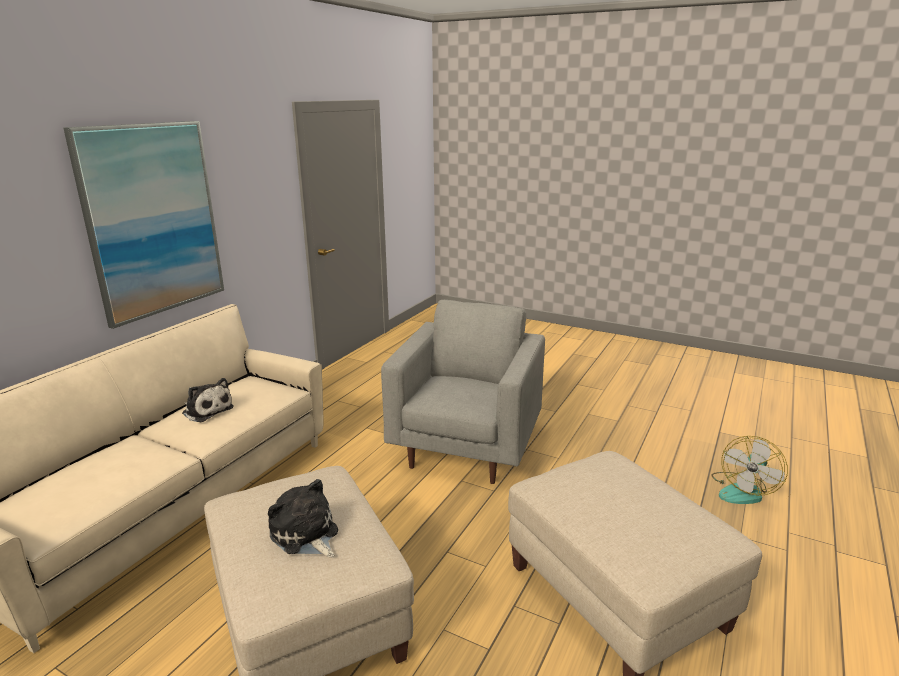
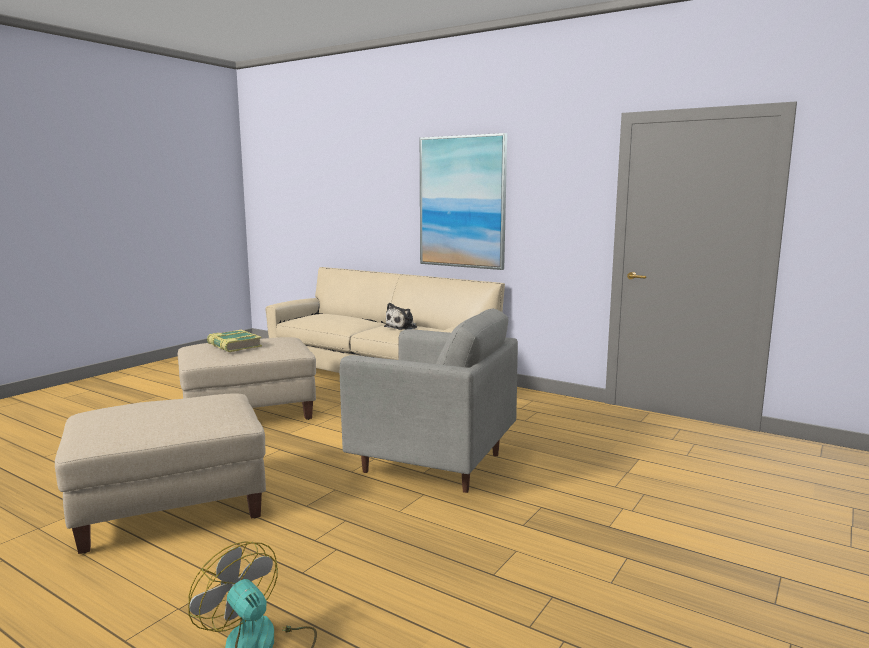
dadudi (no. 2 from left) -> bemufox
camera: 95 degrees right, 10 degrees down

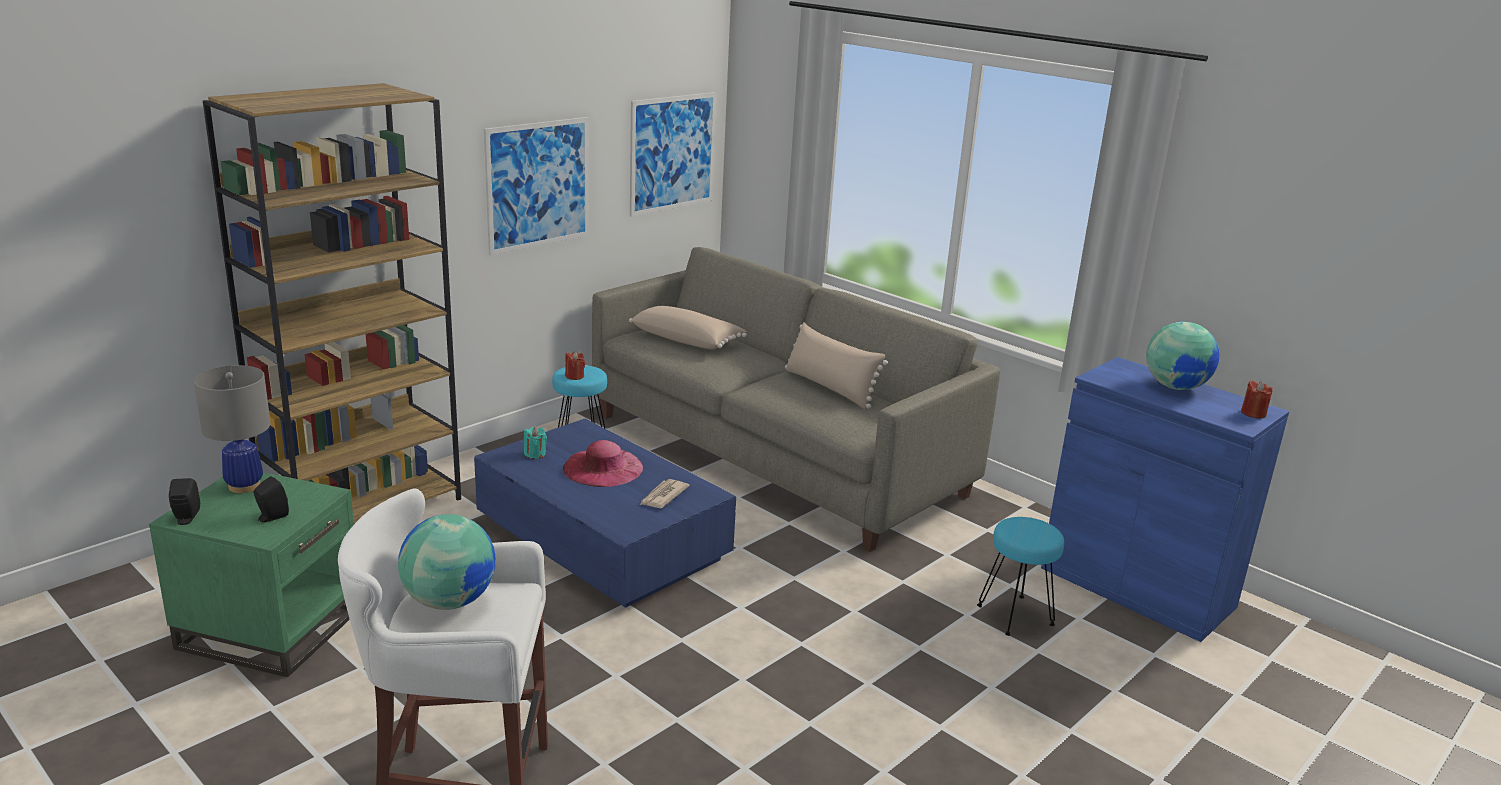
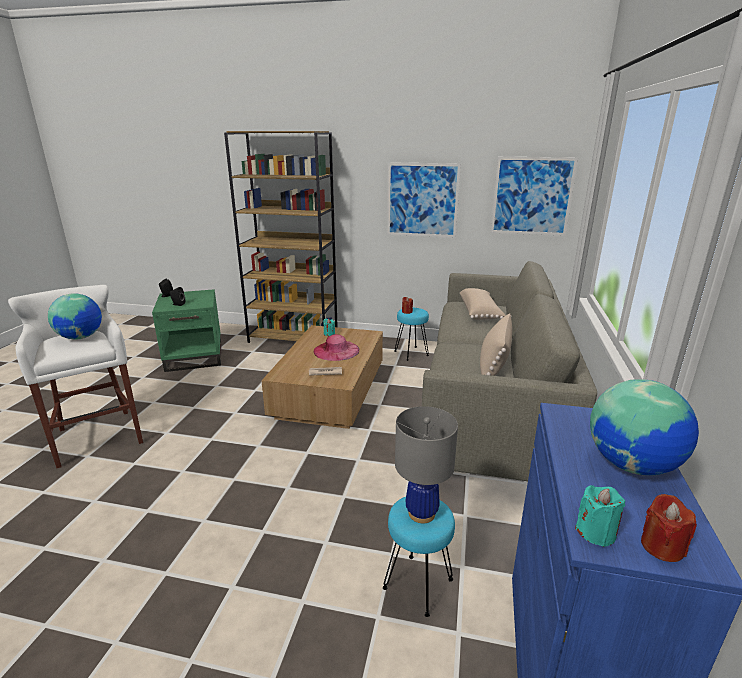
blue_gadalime -> brown_gadalime
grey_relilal, shifted
none -> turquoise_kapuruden (no. 2 from left)
camera: 60 degrees right, 0 degrees up

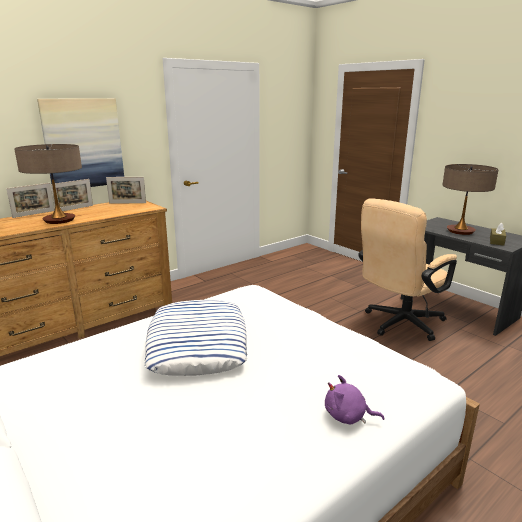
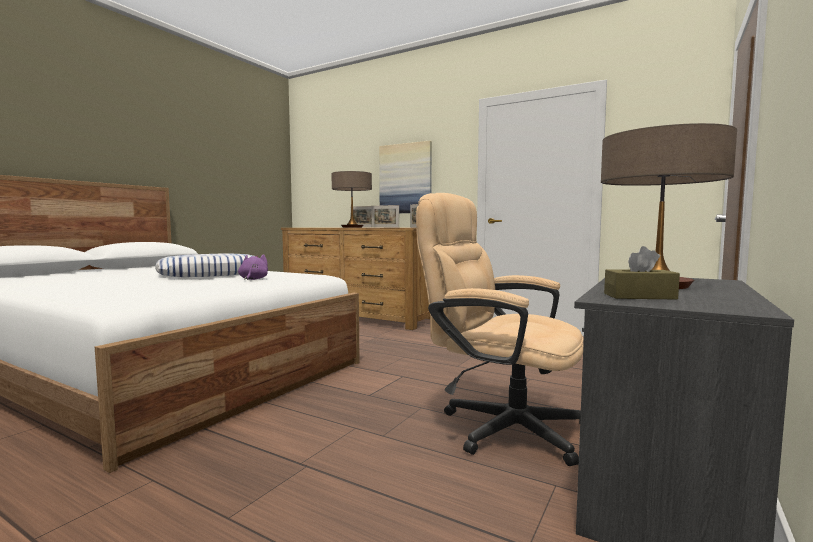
purple_dadudi, shifted
camera: 70 degrees right, 15 degrees down

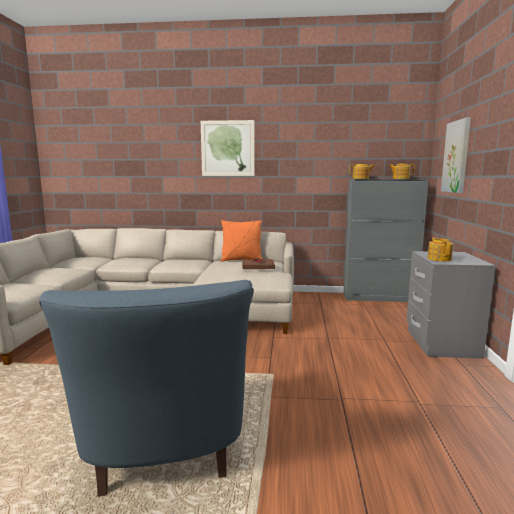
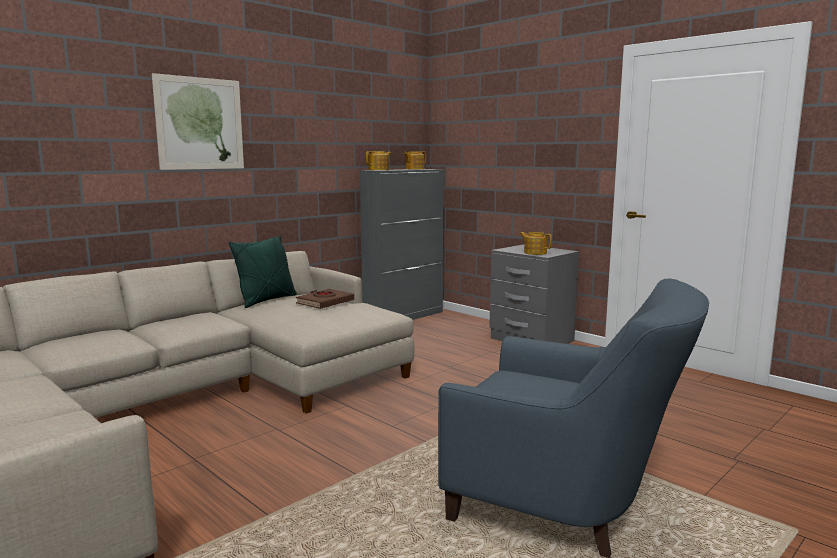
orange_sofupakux -> green_sofupakux
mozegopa (no. 2 from left) -> none
camera: 50 degrees left, 0 degrees up

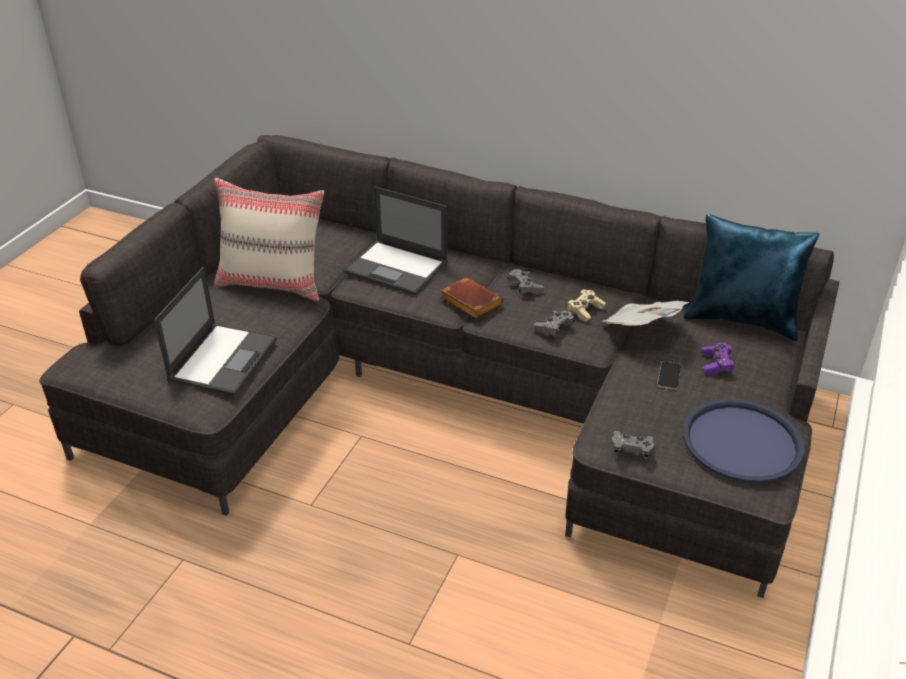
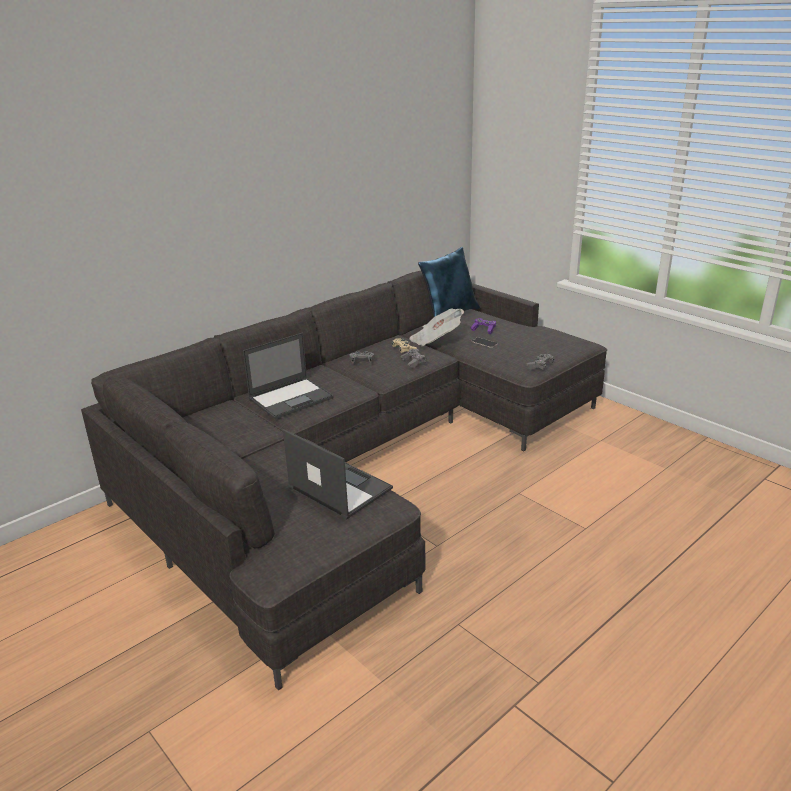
beige_sofupakux -> none
brown_bemufox -> none
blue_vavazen -> none
camera: 65 degrees left, 10 degrees down

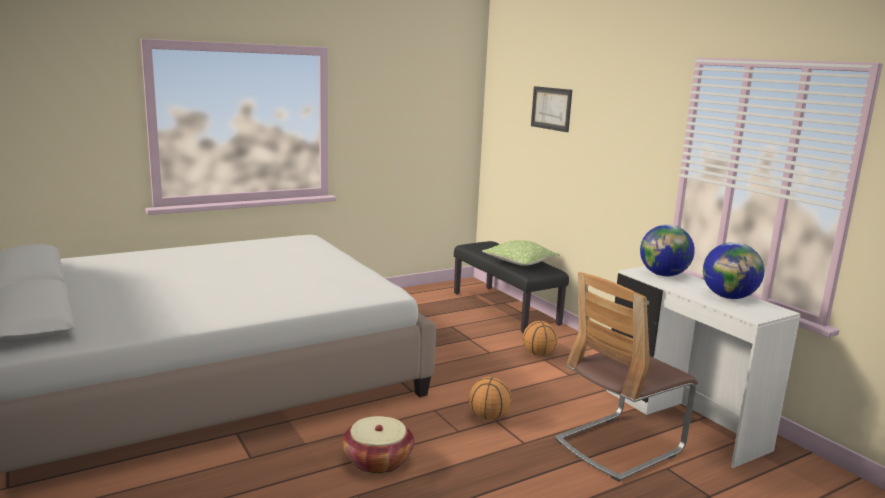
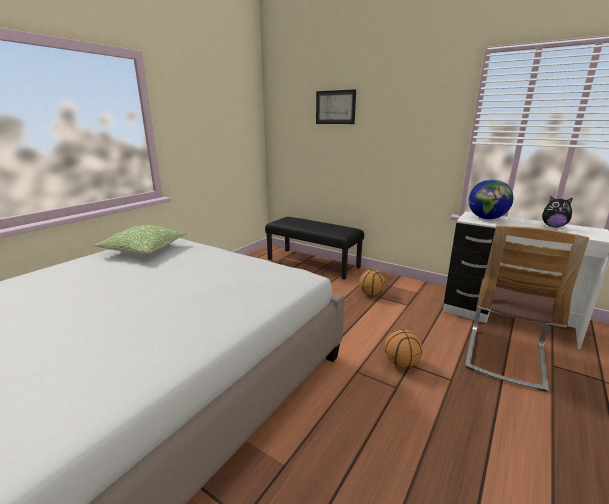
sofupakux, shifted
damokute (no. 2 from left) -> dadudi
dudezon -> none
camera: 25 degrees left, 5 degrees up

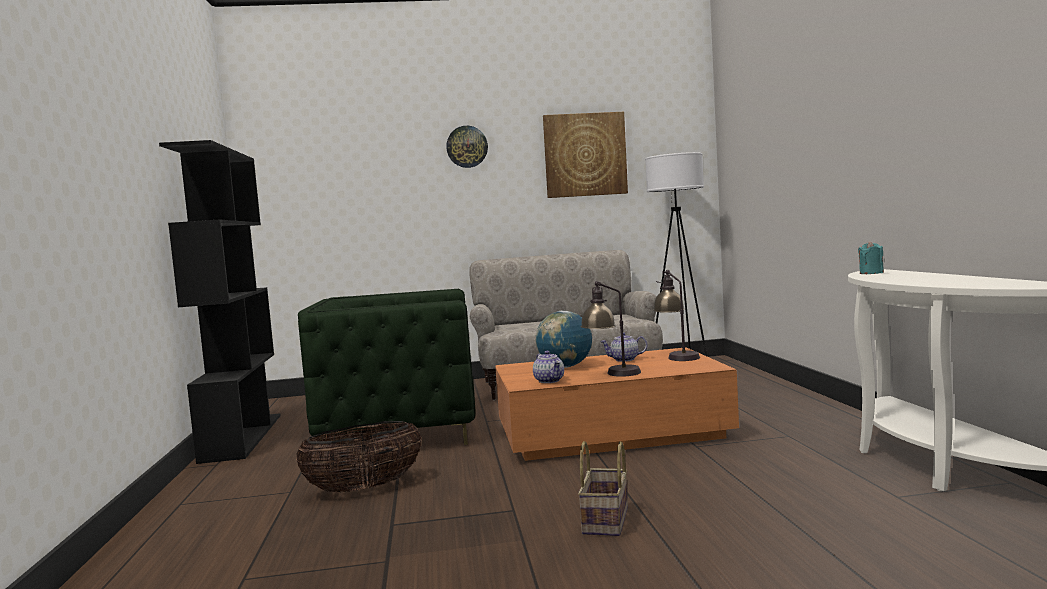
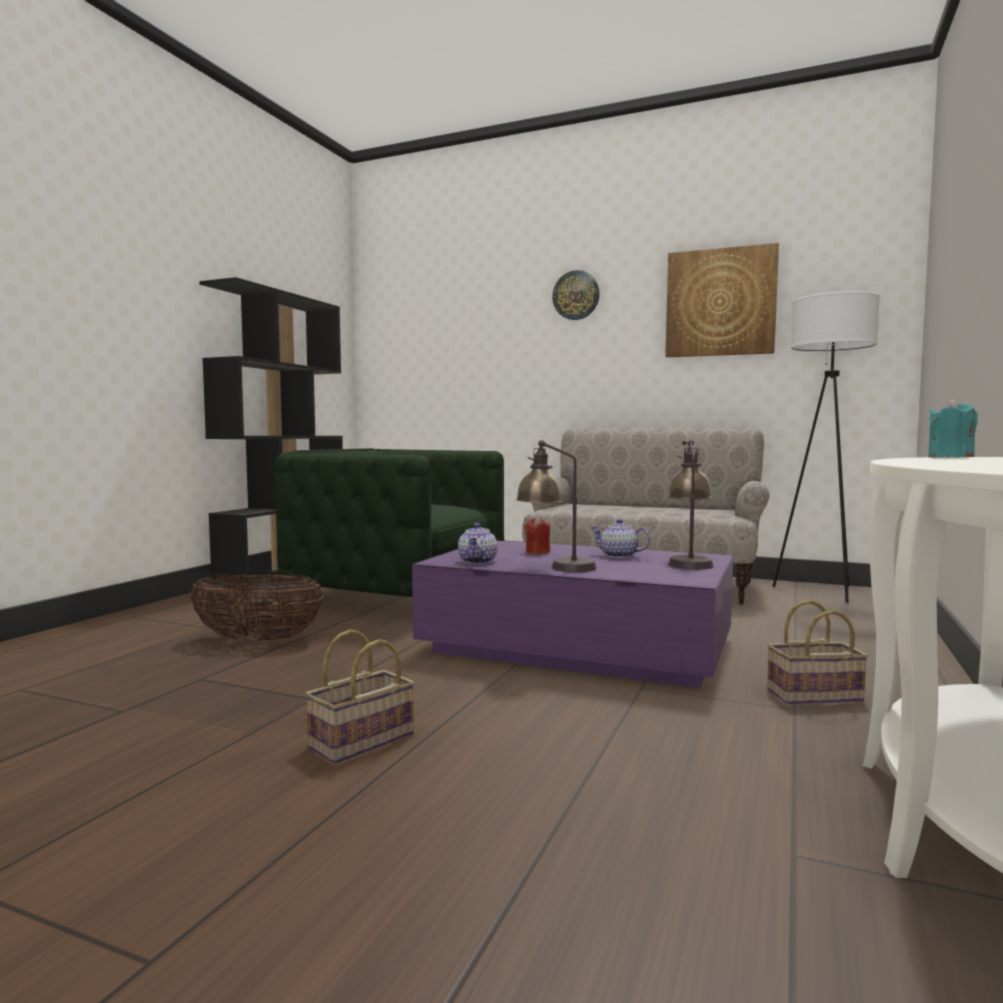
orange_gadalime -> purple_gadalime
damokute -> red_kapuruden
none -> dudezon (no. 3 from left)
camera: 30 degrees right, 0 degrees up

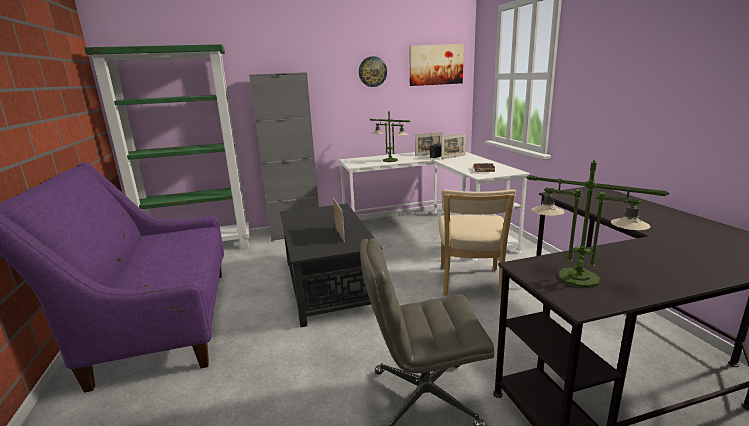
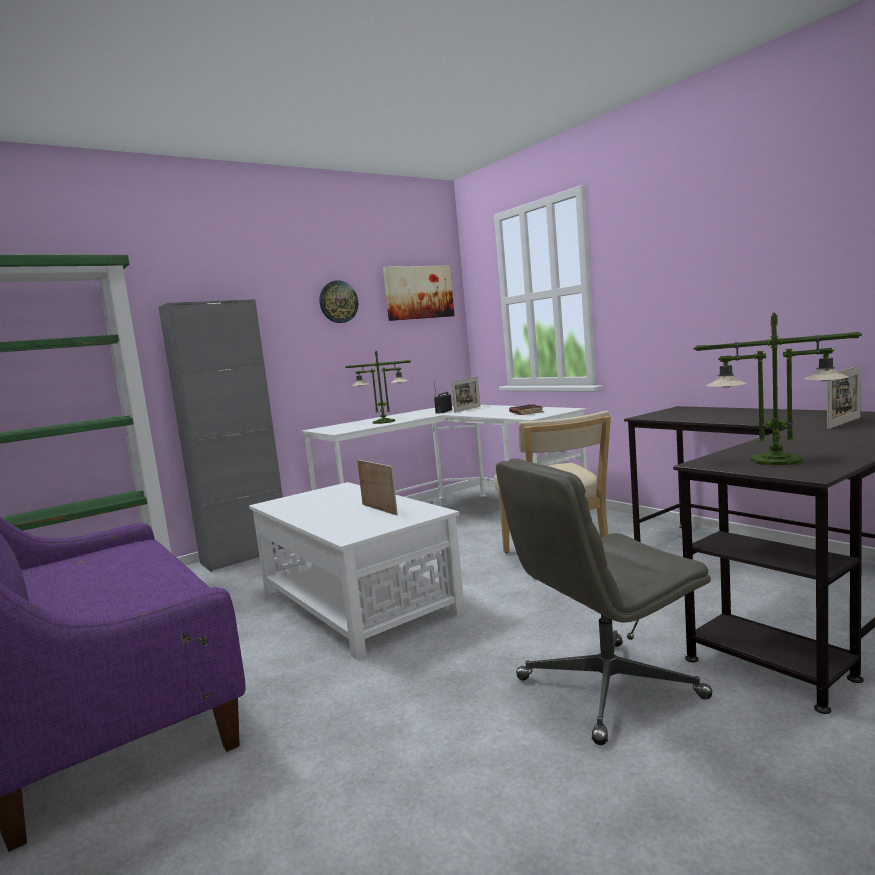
black_gadalime -> white_gadalime
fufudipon (no. 2 from left in the first image) -> fufudipon (no. 3 from left), shifted
camera: 20 degrees left, 10 degrees down

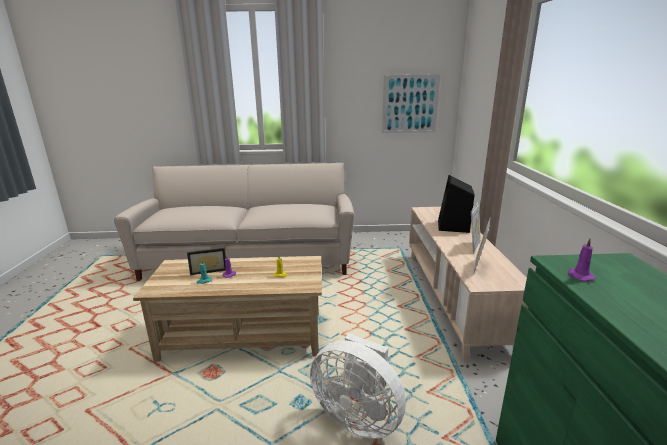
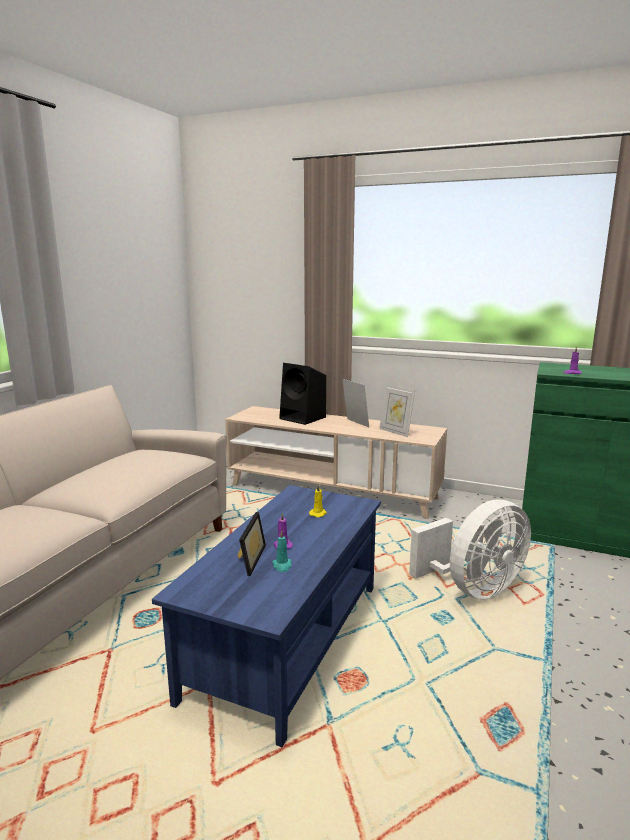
beige_gadalime -> blue_gadalime
mozegopa -> none
camera: 65 degrees left, 5 degrees down

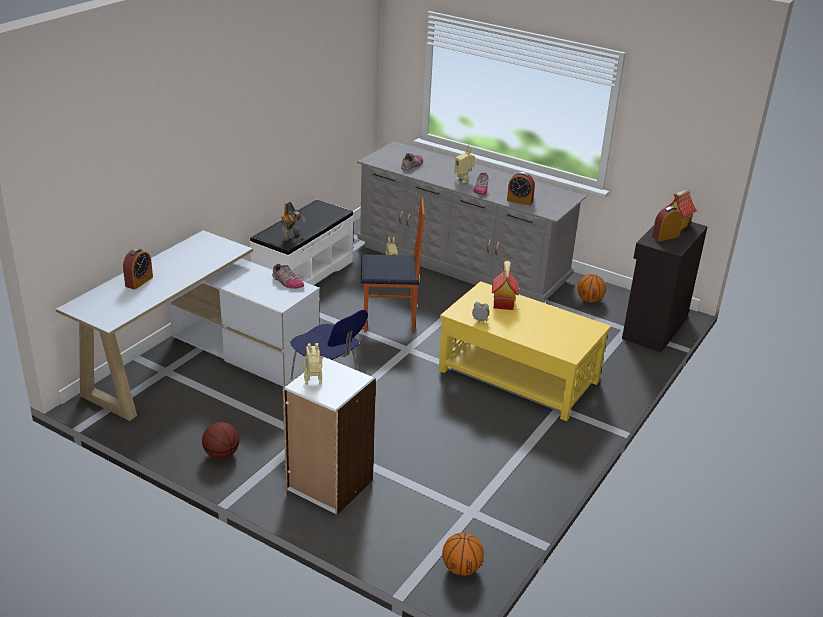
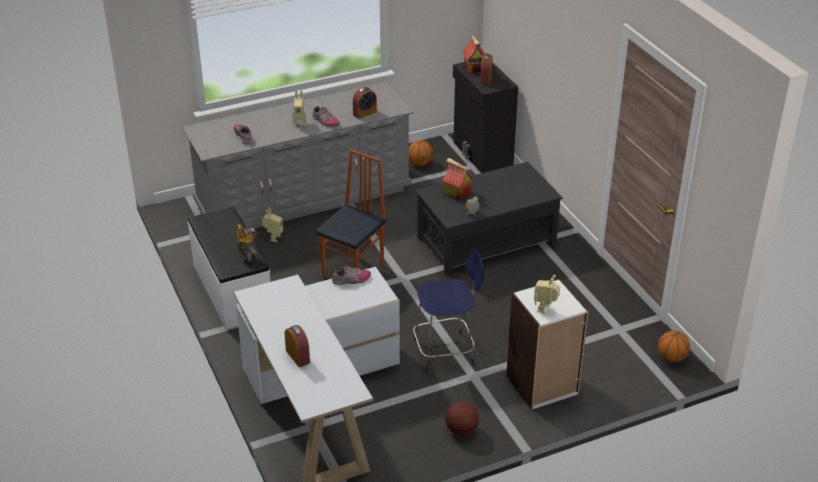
yellow_gadalime -> black_gadalime
camera: 55 degrees left, 5 degrees up

